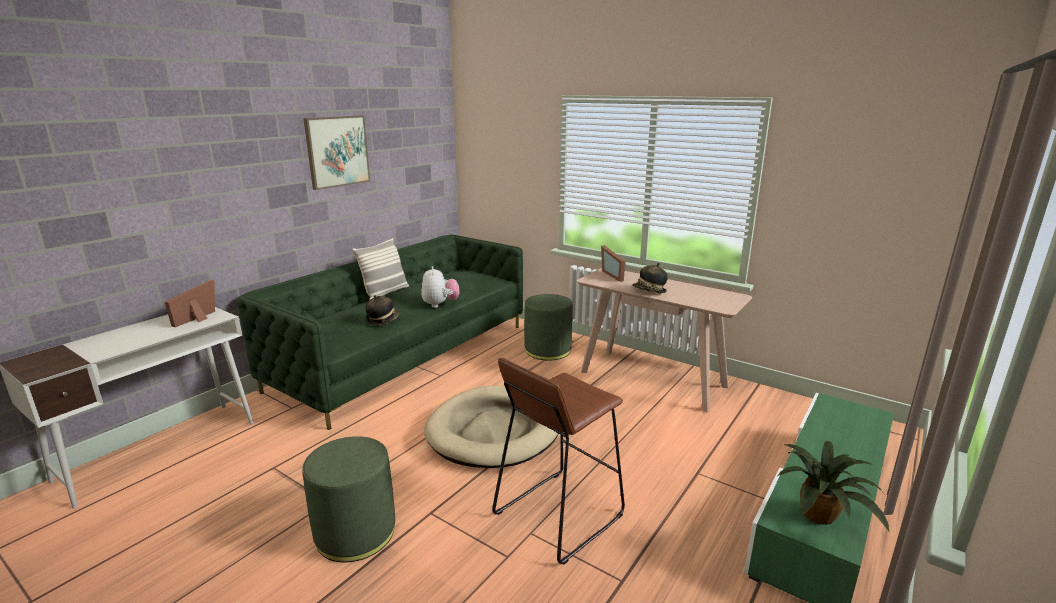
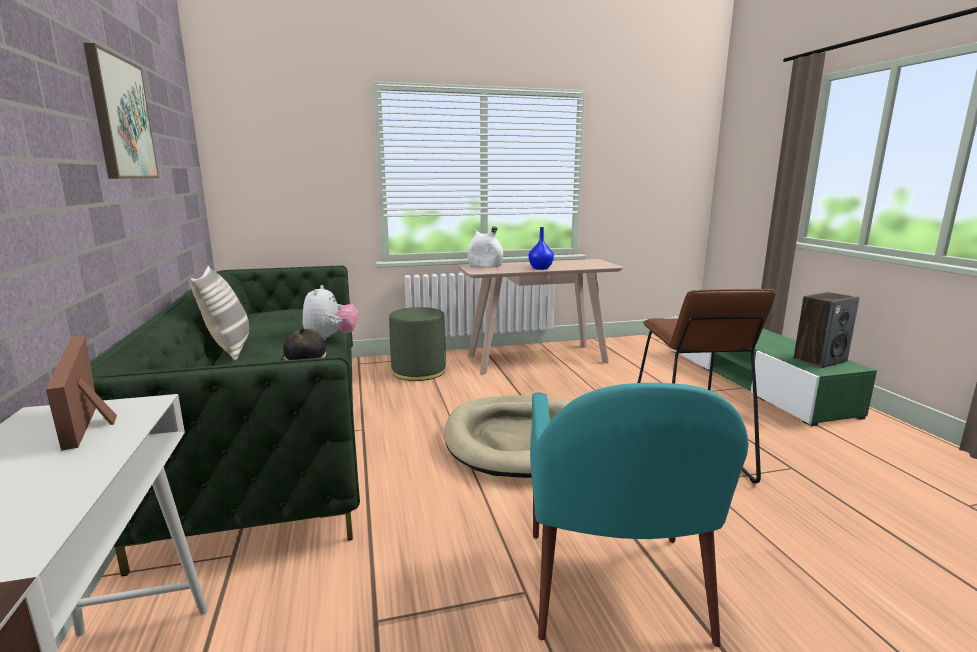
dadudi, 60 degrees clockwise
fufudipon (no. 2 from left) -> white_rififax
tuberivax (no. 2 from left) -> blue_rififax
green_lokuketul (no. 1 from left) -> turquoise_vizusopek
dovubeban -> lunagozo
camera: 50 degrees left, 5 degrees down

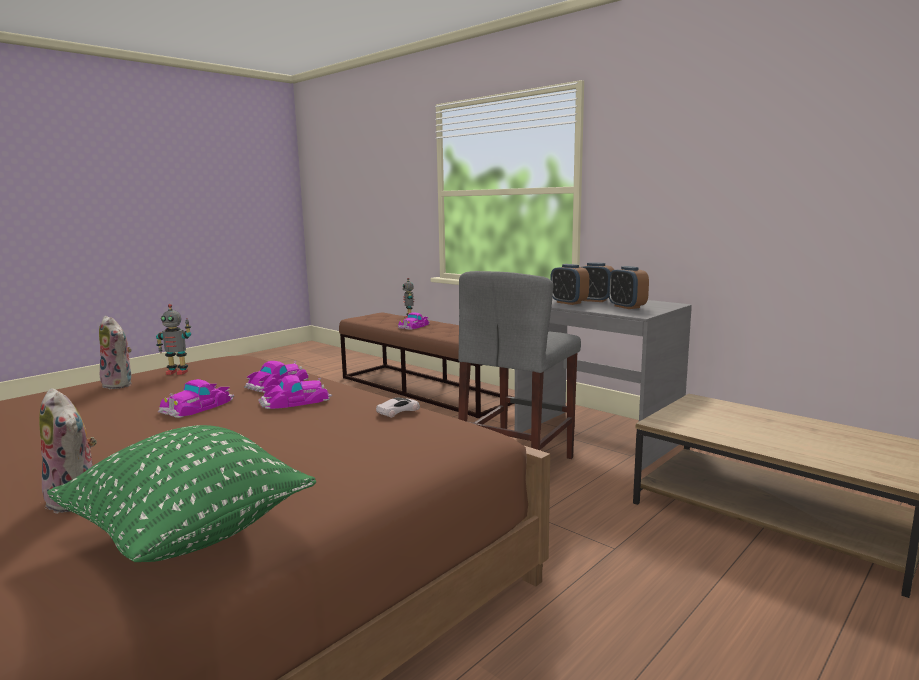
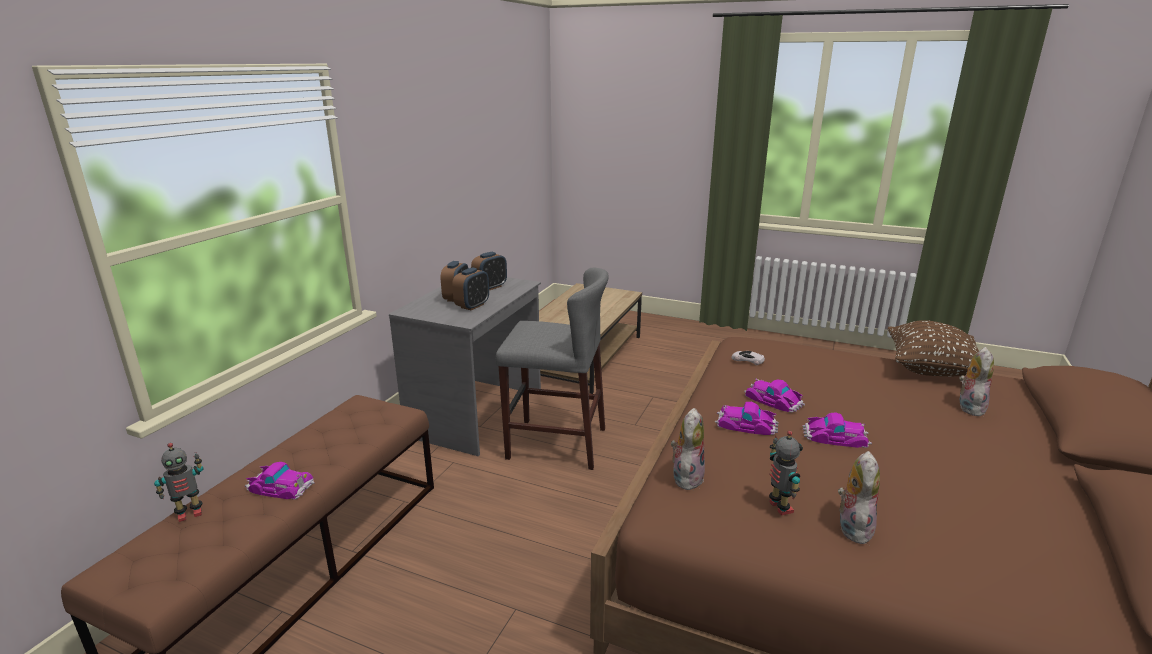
none -> dadudi (no. 1 from left)
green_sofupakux -> brown_sofupakux
camera: 110 degrees left, 10 degrees up

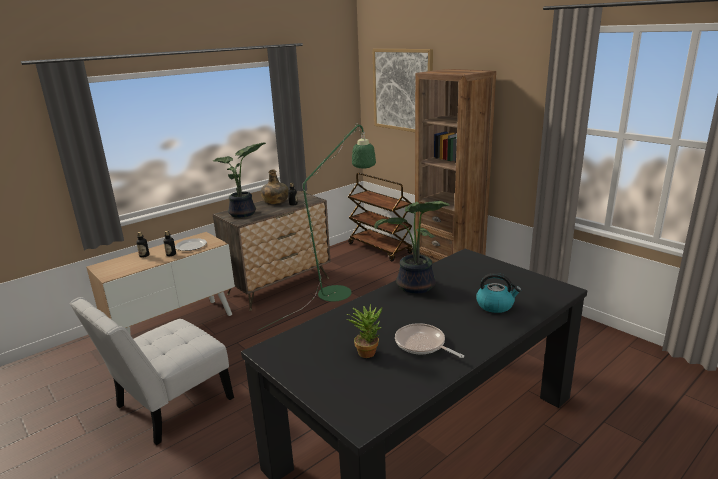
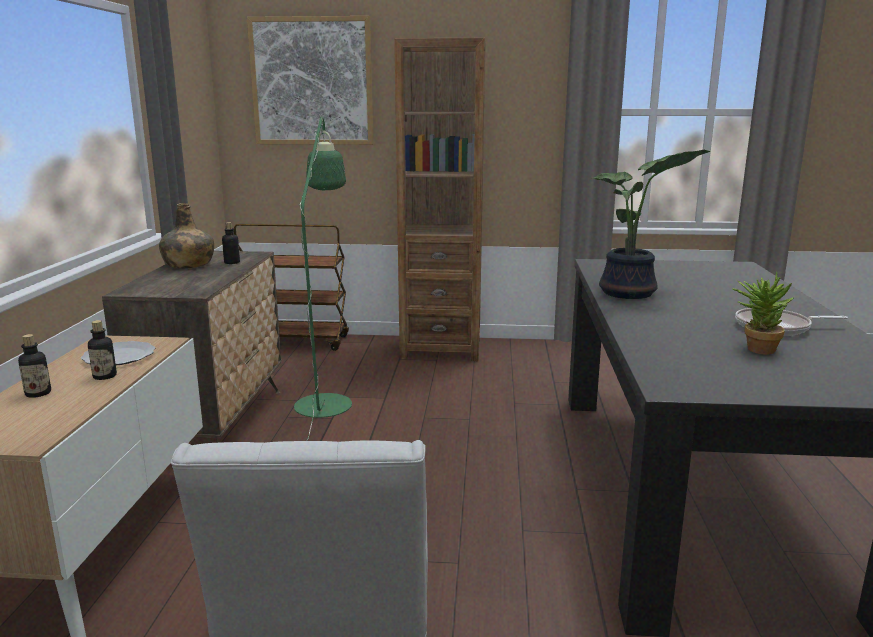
dovubeban (no. 1 from left) -> none
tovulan -> none
camera: 45 degrees left, 5 degrees down

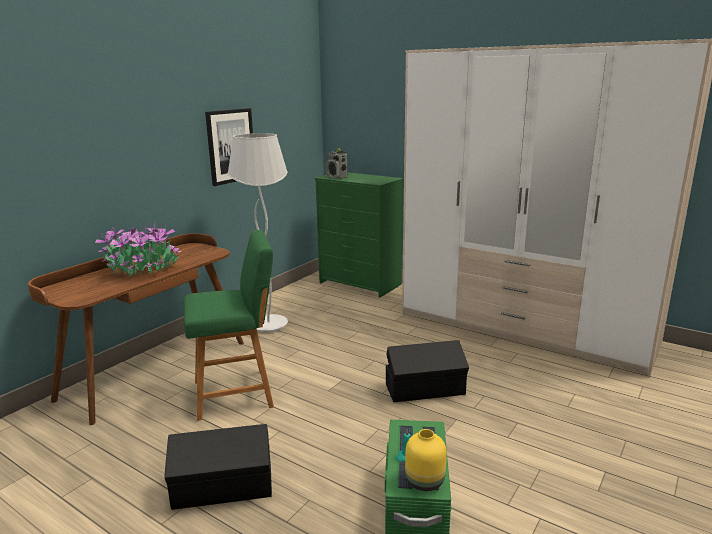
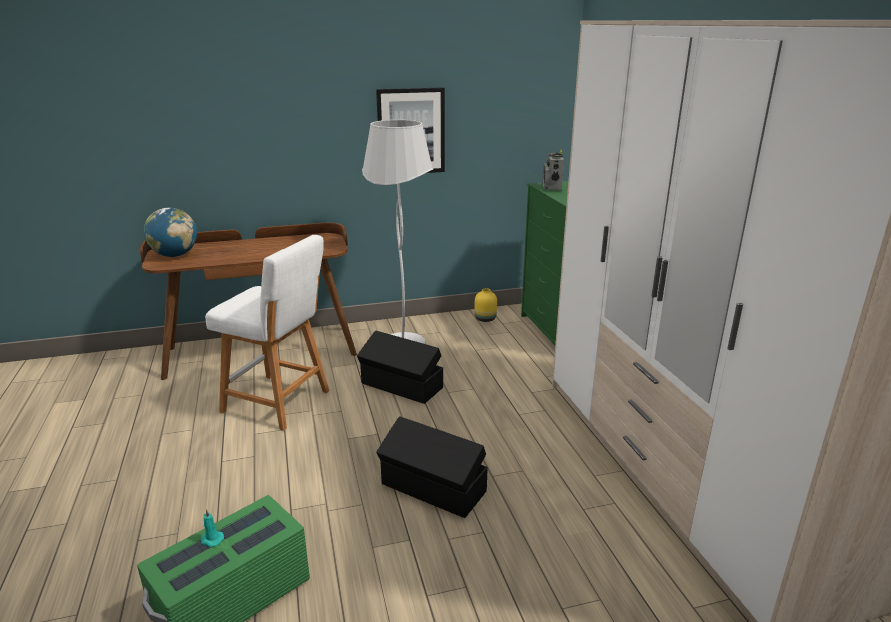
none -> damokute
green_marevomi -> white_marevomi
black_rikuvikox (no. 1 from left), shifted
yellow_rififax, shifted
dovubeban -> none
camera: 40 degrees right, 5 degrees up

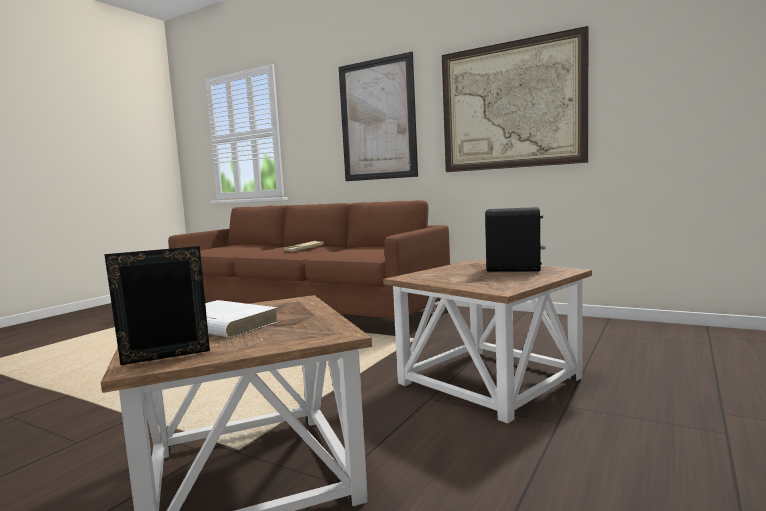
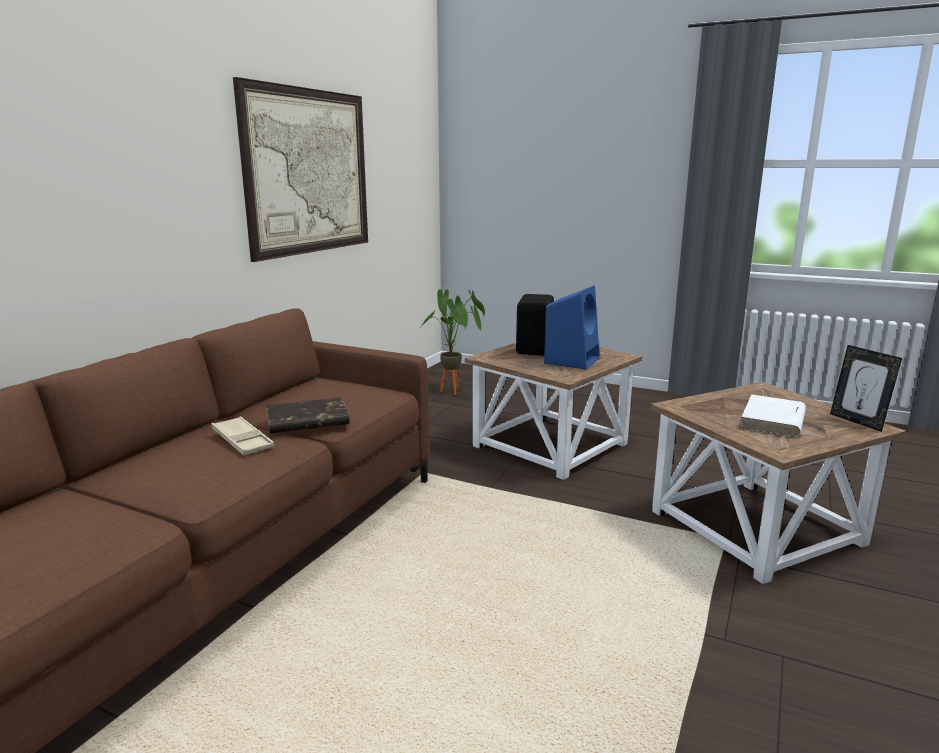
none -> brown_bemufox
none -> dovubeban
none -> blue_lunagozo
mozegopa (no. 1 from left) -> none
camera: 95 degrees left, 10 degrees up

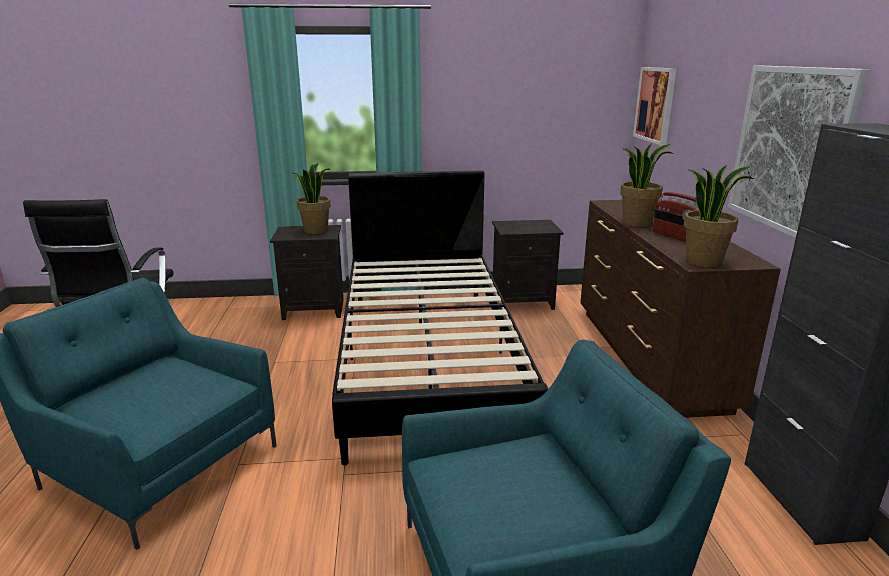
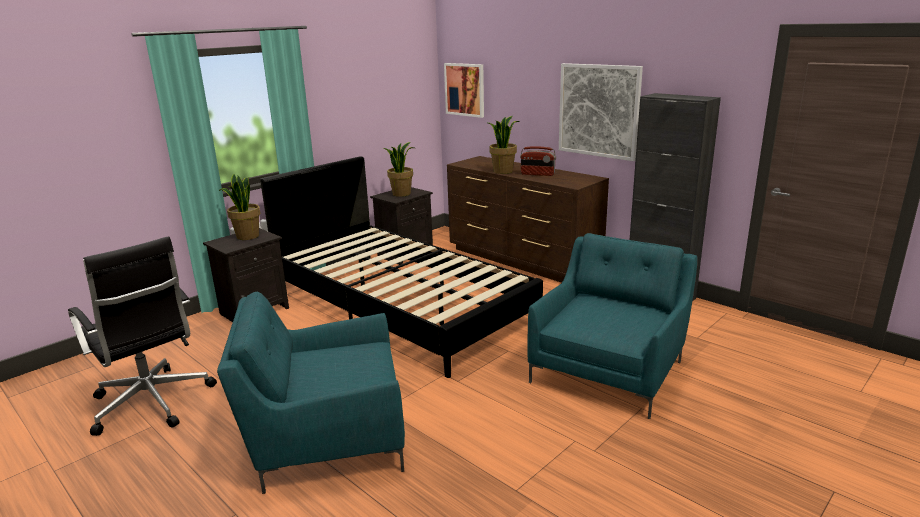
dovubeban (no. 3 from left in the first image) -> dovubeban (no. 2 from left), shifted
camera: 40 degrees left, 0 degrees up

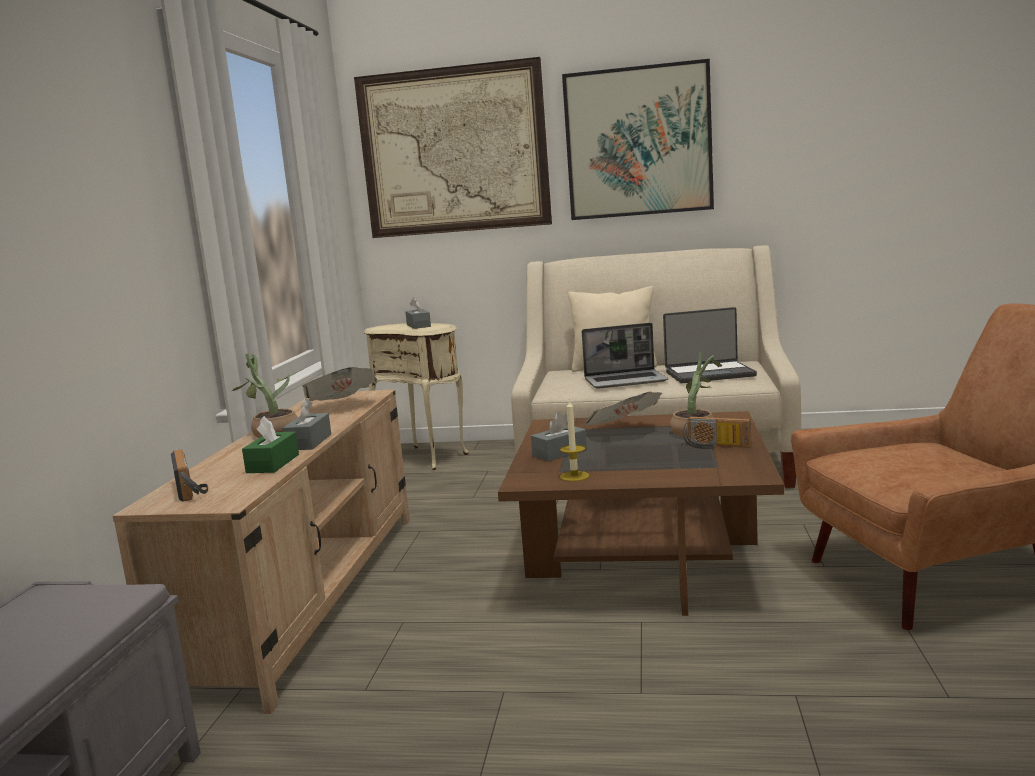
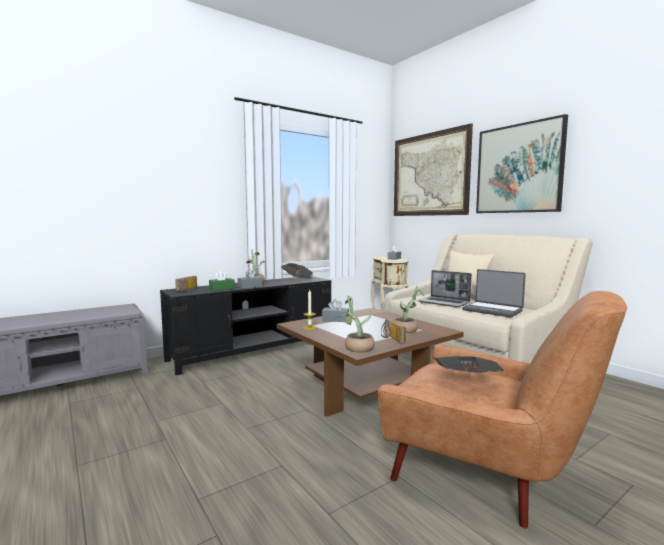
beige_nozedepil -> black_nozedepil
none -> dovubeban (no. 2 from left)
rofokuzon (no. 2 from left), shifted
camera: 45 degrees right, 5 degrees down

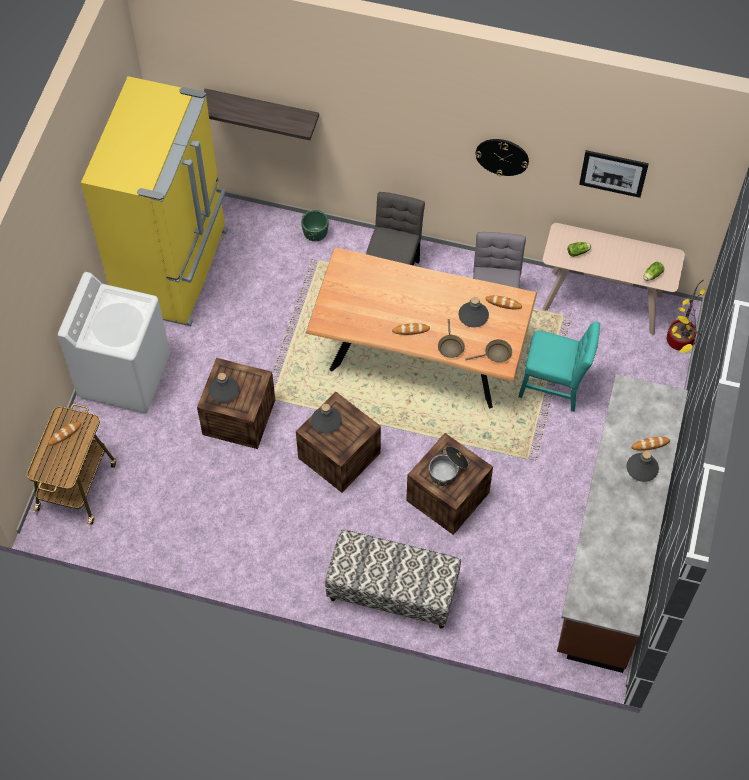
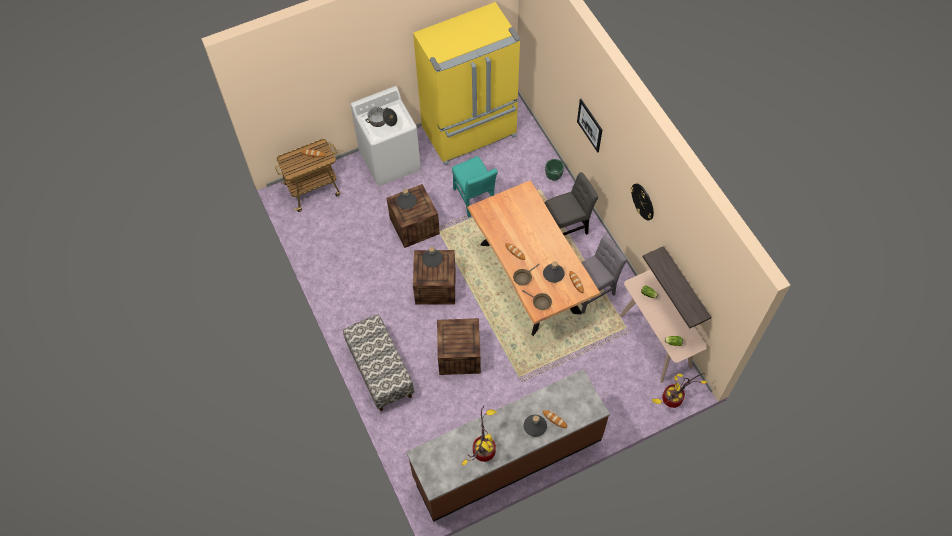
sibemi, shifted
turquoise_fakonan, shifted
none -> dovubeban (no. 1 from left)
mozegopa, shifted
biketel, shifted
camera: 50 degrees right, 0 degrees up

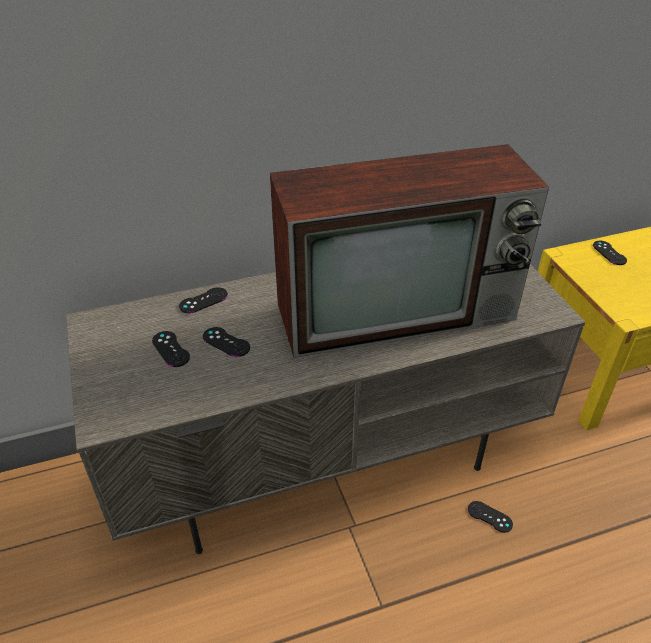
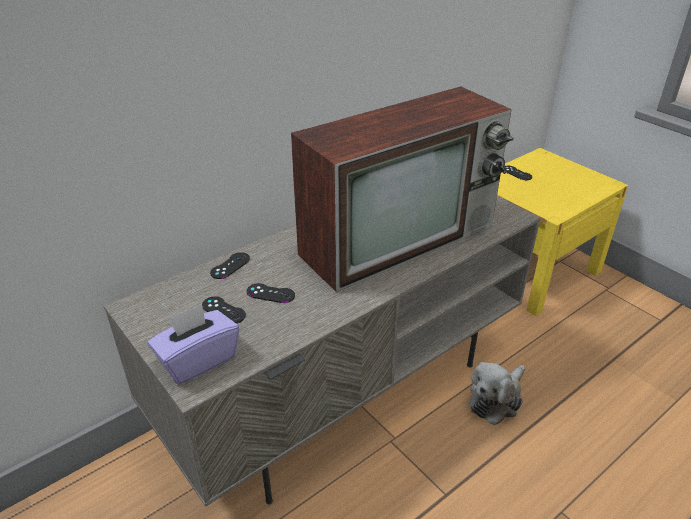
none -> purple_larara
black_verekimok (no. 4 from left) -> dadudi
camera: 20 degrees left, 5 degrees down

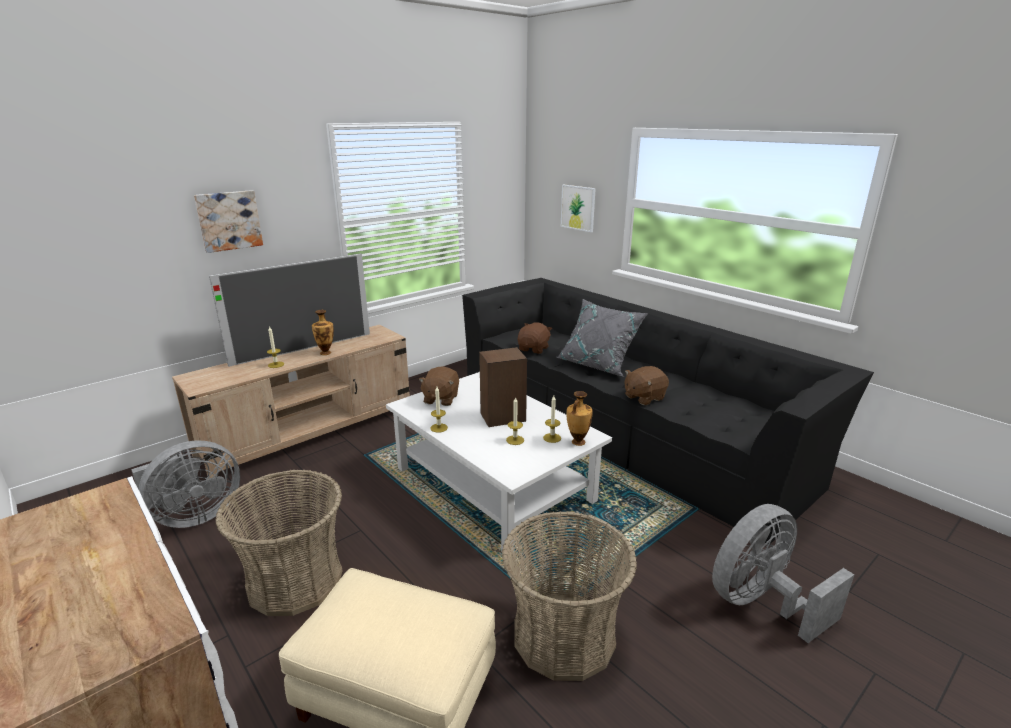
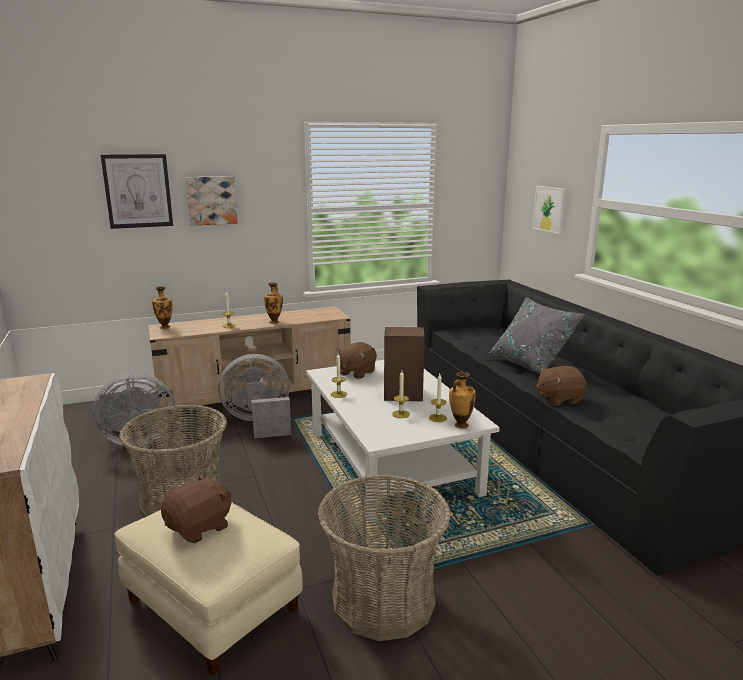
none -> mozegopa (no. 1 from left)
none -> rififax (no. 1 from left)
brown_dadudi (no. 2 from left in the first image) -> brown_dadudi (no. 1 from left), shifted
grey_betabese (no. 2 from left), shifted
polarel -> none
camera: 20 degrees right, 5 degrees down

